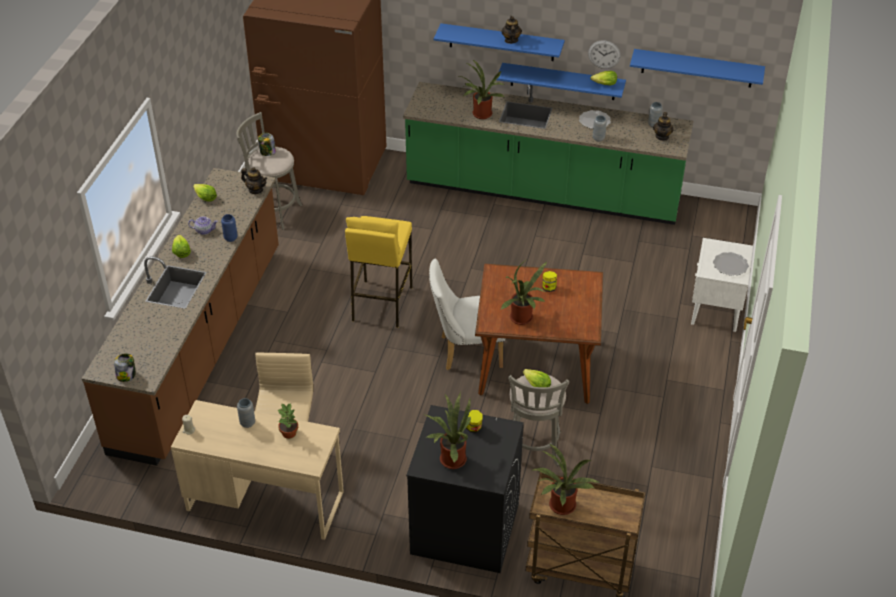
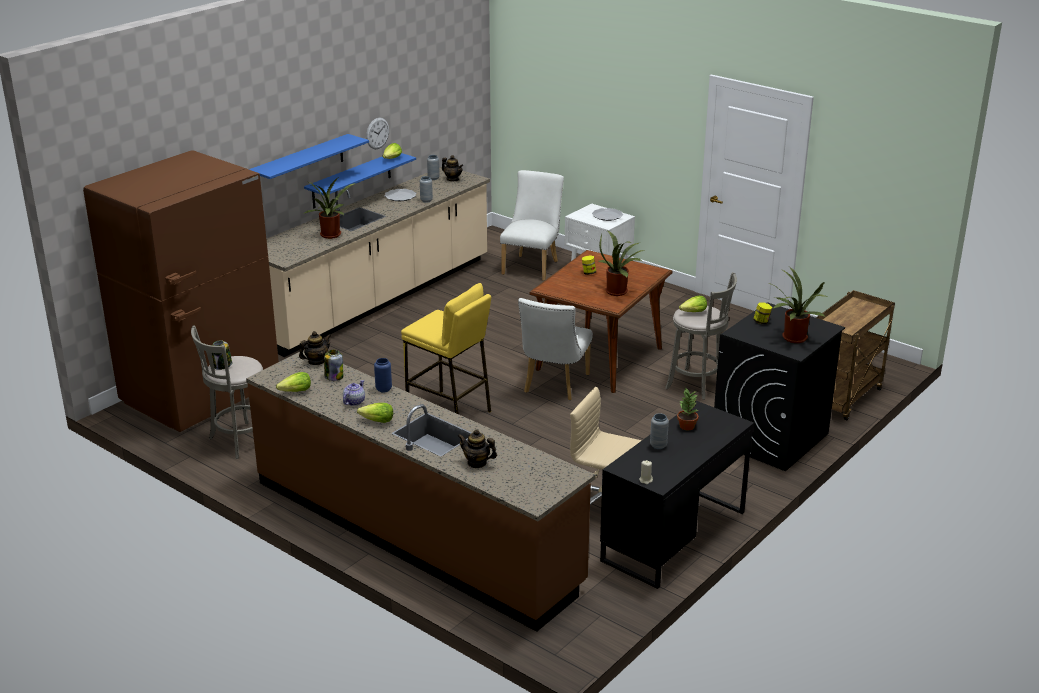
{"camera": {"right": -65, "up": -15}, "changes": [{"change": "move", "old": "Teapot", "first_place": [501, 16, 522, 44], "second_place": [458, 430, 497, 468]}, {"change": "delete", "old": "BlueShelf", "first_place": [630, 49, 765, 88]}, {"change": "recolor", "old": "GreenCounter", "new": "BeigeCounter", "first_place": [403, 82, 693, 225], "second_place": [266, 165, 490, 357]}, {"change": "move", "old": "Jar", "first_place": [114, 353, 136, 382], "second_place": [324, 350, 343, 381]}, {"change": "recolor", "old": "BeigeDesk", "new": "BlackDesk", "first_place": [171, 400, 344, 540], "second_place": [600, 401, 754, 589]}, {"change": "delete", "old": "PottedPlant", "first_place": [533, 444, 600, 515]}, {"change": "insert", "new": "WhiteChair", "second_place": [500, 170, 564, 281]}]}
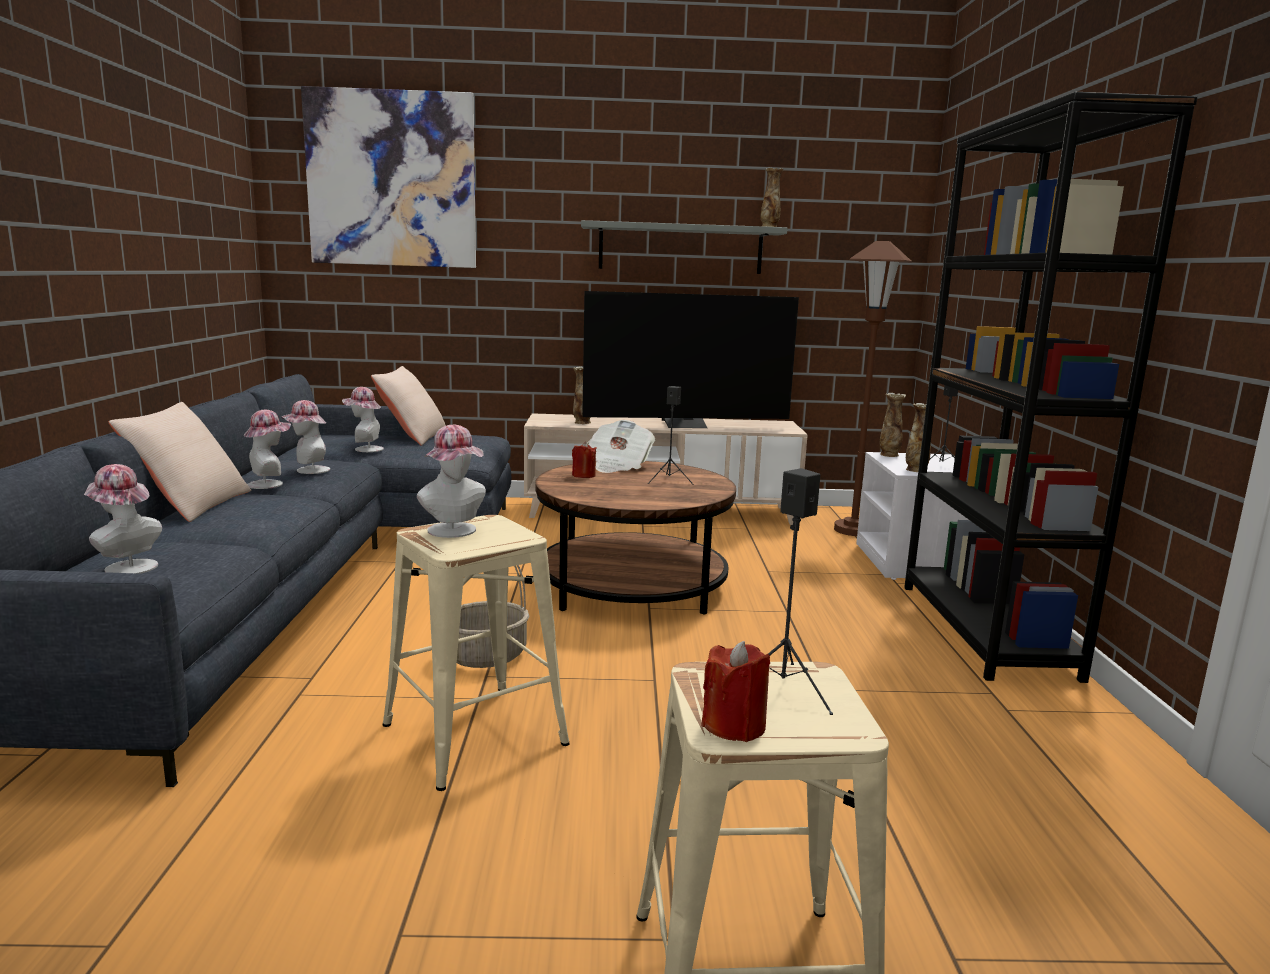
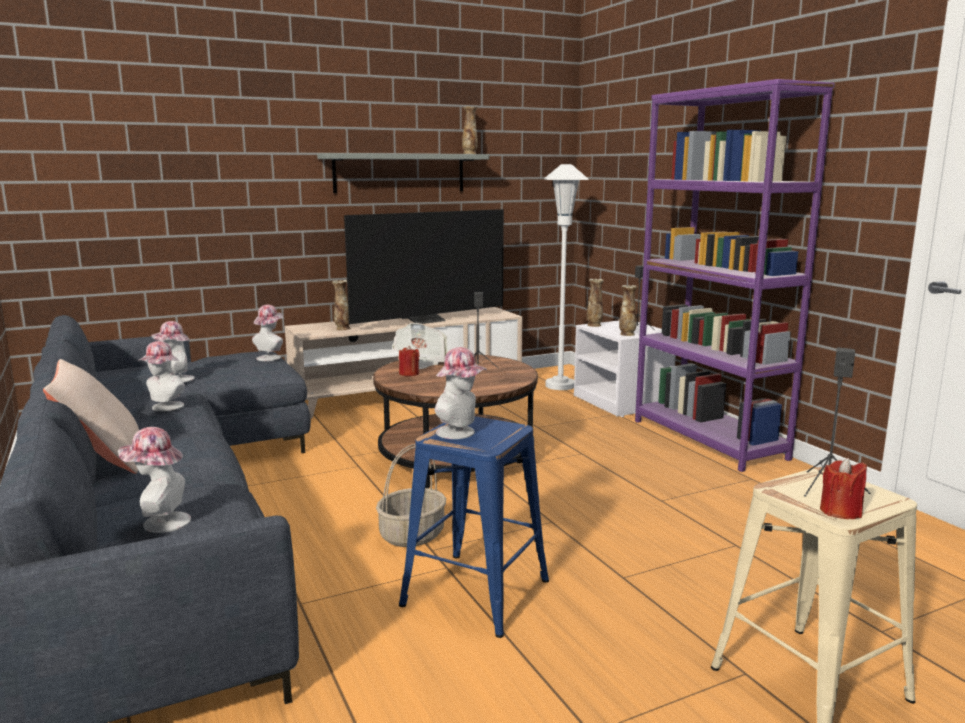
{"camera": {"right": -25, "up": 0}, "changes": [{"change": "delete", "old": "Picture", "first_place": [301, 86, 476, 268]}, {"change": "recolor", "old": "BlackBookcase", "new": "PurpleBookcase", "first_place": [904, 92, 1198, 683], "second_place": [635, 79, 835, 472]}, {"change": "recolor", "old": "BrownFloorLamp", "new": "WhiteFloorLamp", "first_place": [834, 241, 912, 536], "second_place": [544, 164, 589, 390]}, {"change": "delete", "old": "BeigePillow", "first_place": [371, 366, 446, 446]}, {"change": "move", "old": "Hat", "first_place": [244, 410, 291, 489], "second_place": [252, 305, 283, 361]}, {"change": "recolor", "old": "BeigeStool", "new": "BlueStool", "first_place": [383, 515, 570, 791], "second_place": [399, 416, 549, 638]}]}
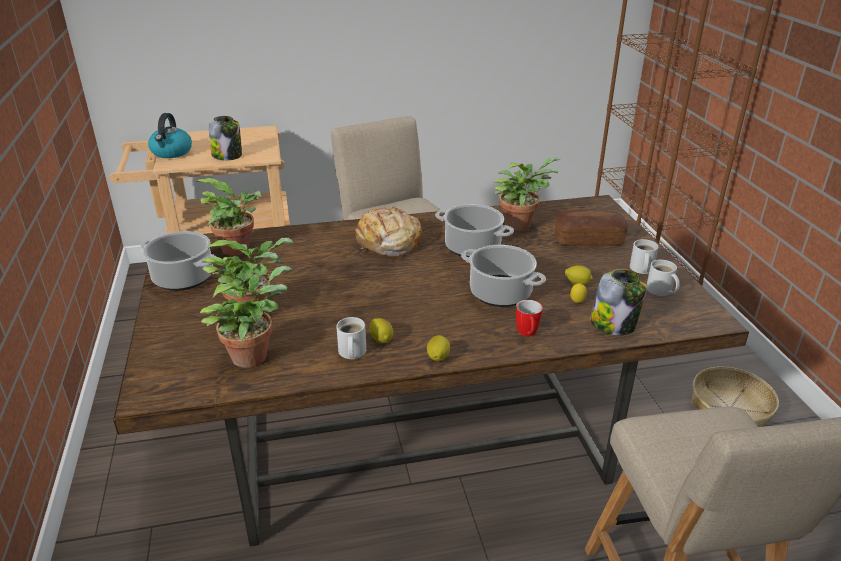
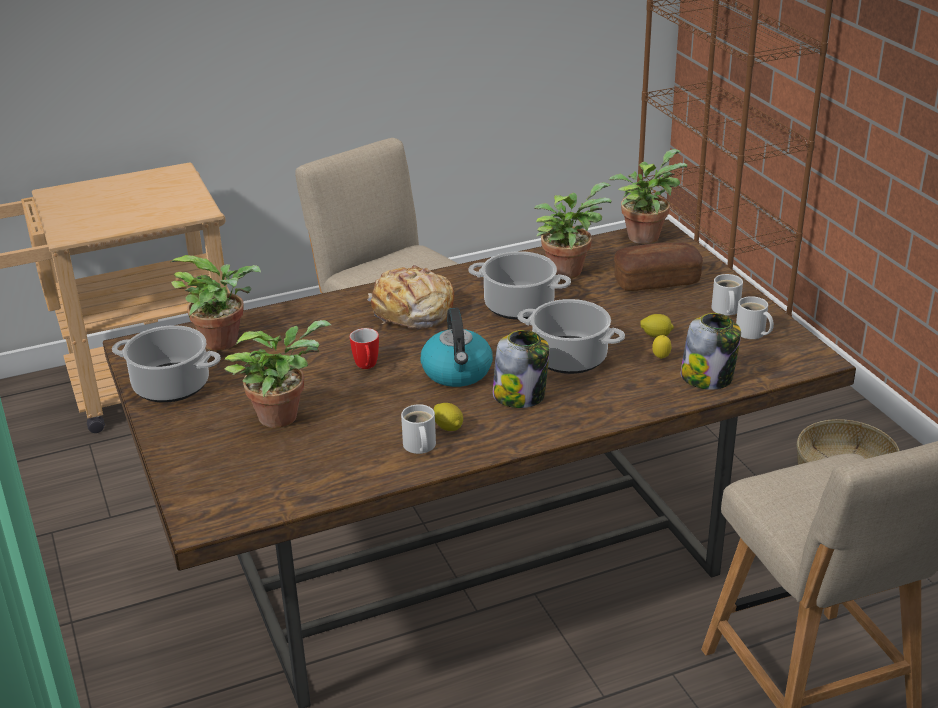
{"camera": {"right": -10, "up": 0}, "changes": [{"change": "move", "old": "Kettle", "first_place": [148, 113, 192, 158], "second_place": [420, 308, 493, 387]}, {"change": "move", "old": "Jar", "first_place": [209, 116, 242, 160], "second_place": [493, 330, 549, 408]}, {"change": "move", "old": "PottedPlant", "first_place": [200, 266, 292, 368], "second_place": [609, 149, 687, 244]}, {"change": "move", "old": "Mug", "first_place": [516, 300, 543, 337], "second_place": [350, 328, 379, 369]}, {"change": "delete", "old": "Lemon", "first_place": [427, 335, 450, 361]}]}
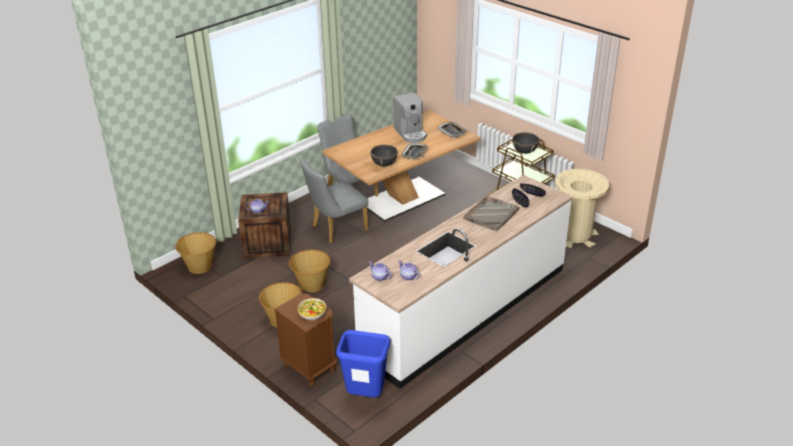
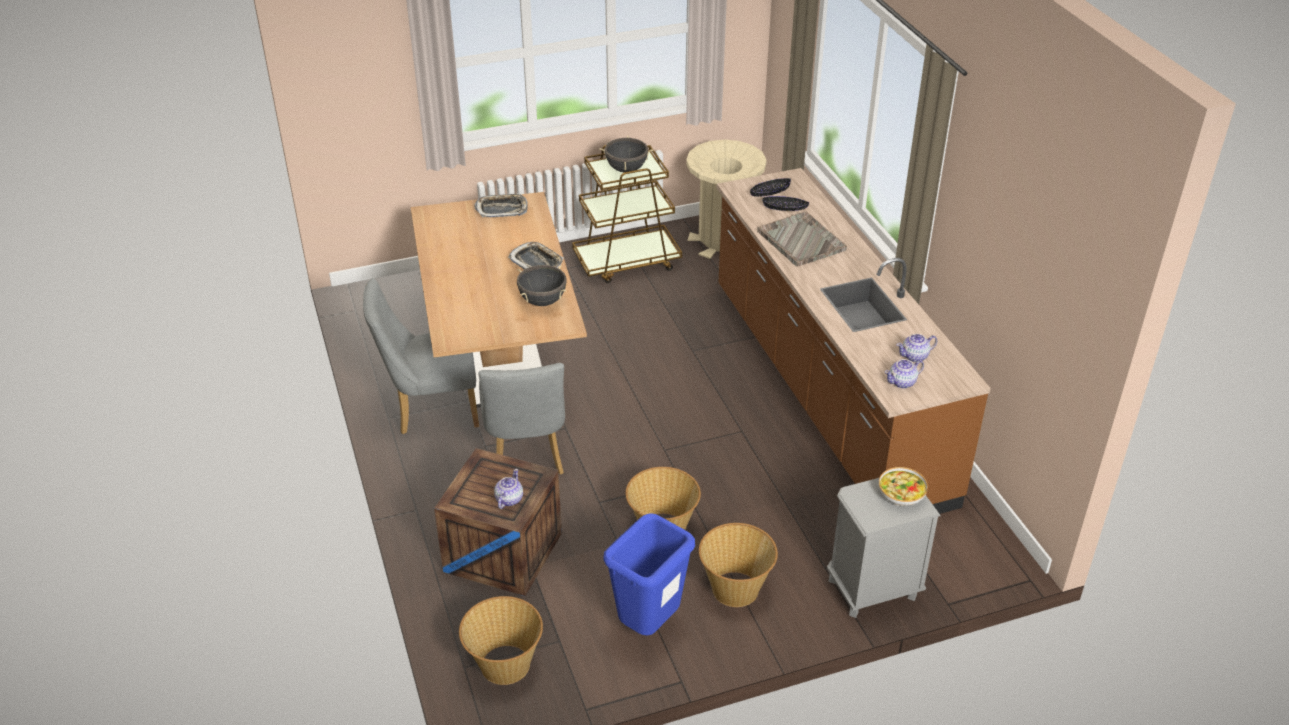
{"camera": {"right": -65, "up": 5}, "changes": [{"change": "delete", "old": "CoffeeMachine", "first_place": [393, 93, 427, 143]}, {"change": "recolor", "old": "WhiteCounter", "new": "BrownCounter", "first_place": [349, 175, 572, 389], "second_place": [716, 168, 991, 514]}, {"change": "recolor", "old": "BrownNightstand", "new": "GreyNightstand", "first_place": [274, 293, 337, 386], "second_place": [827, 478, 941, 618]}, {"change": "move", "old": "BlueTrashCan", "first_place": [336, 330, 390, 397], "second_place": [603, 513, 695, 636]}]}
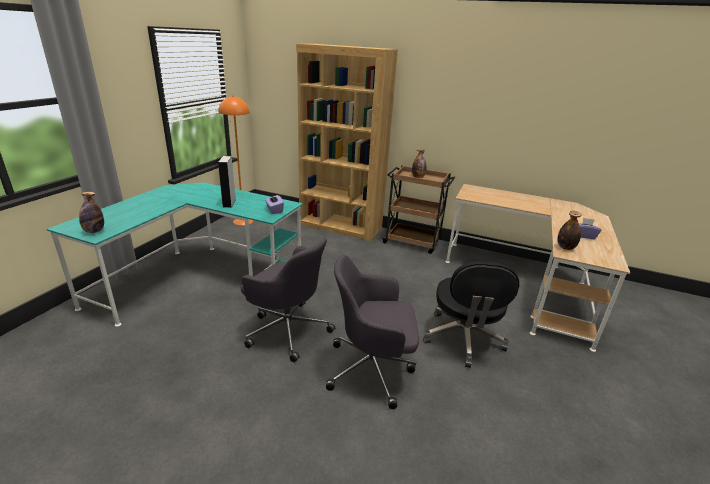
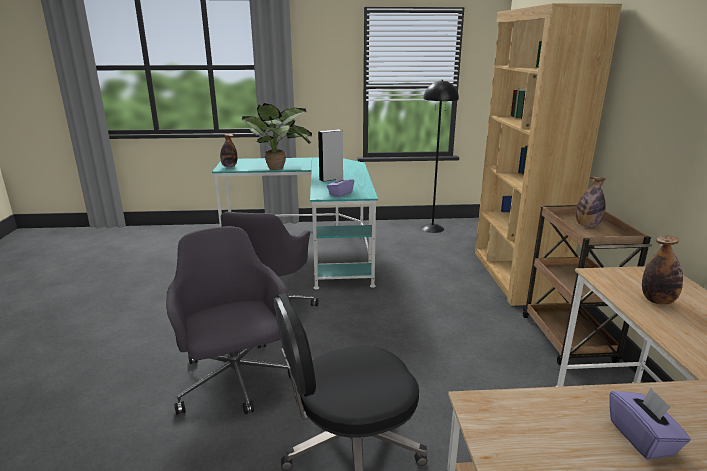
{"camera": {"right": 65, "up": -5}, "changes": [{"change": "recolor", "old": "OrangeFloorLamp", "new": "BlackFloorLamp", "first_place": [219, 96, 253, 225], "second_place": [421, 80, 459, 233]}, {"change": "move", "old": "Bottle", "first_place": [557, 211, 582, 250], "second_place": [642, 236, 683, 305]}, {"change": "insert", "new": "PottedPlant", "second_place": [241, 103, 312, 170]}]}
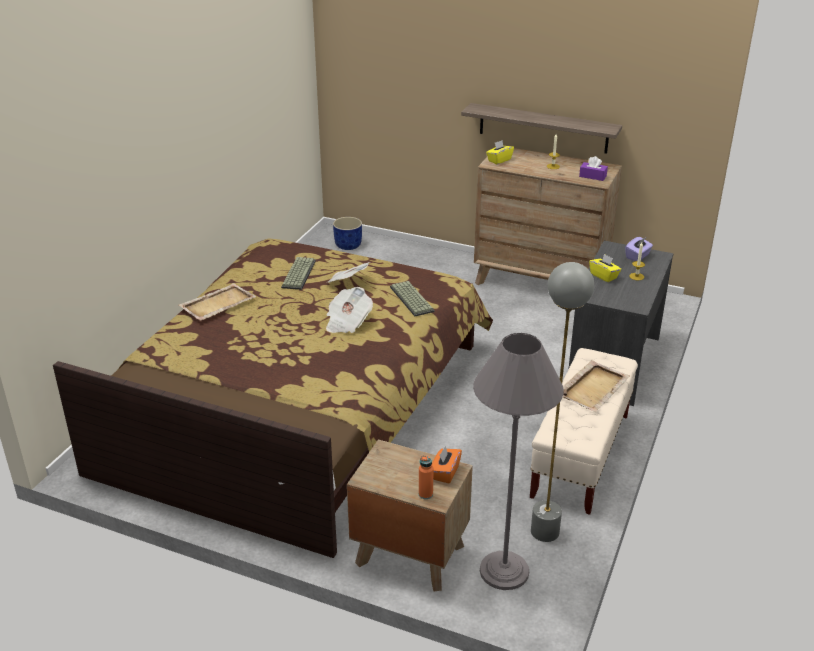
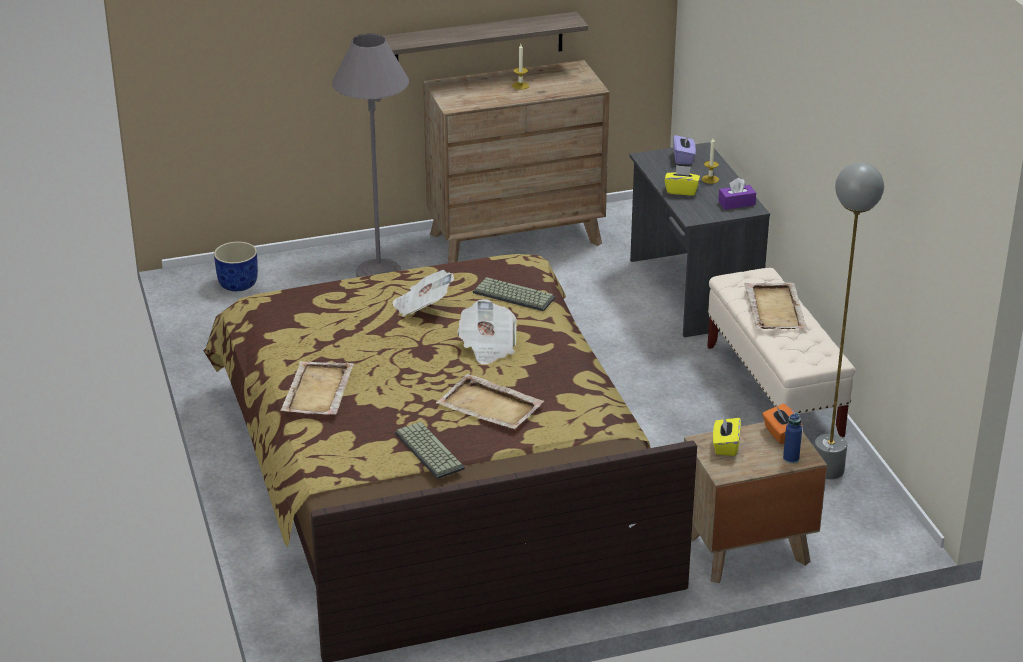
{"camera": {"right": -40, "up": 0}, "changes": [{"change": "move", "old": "YellowTissueBox", "first_place": [486, 140, 514, 164], "second_place": [713, 415, 741, 456]}, {"change": "move", "old": "PurpleTissueBox", "first_place": [579, 156, 608, 181], "second_place": [718, 178, 756, 210]}, {"change": "move", "old": "Keyboard", "first_place": [281, 257, 316, 290], "second_place": [395, 421, 465, 479]}, {"change": "move", "old": "GreyFloorLamp", "first_place": [473, 333, 564, 590], "second_place": [332, 34, 409, 277]}, {"change": "recolor", "old": "OrangeBottle", "new": "BlueBottle", "first_place": [419, 456, 434, 499], "second_place": [783, 413, 802, 464]}, {"change": "insert", "new": "BeigeTray", "second_place": [436, 374, 544, 429]}]}
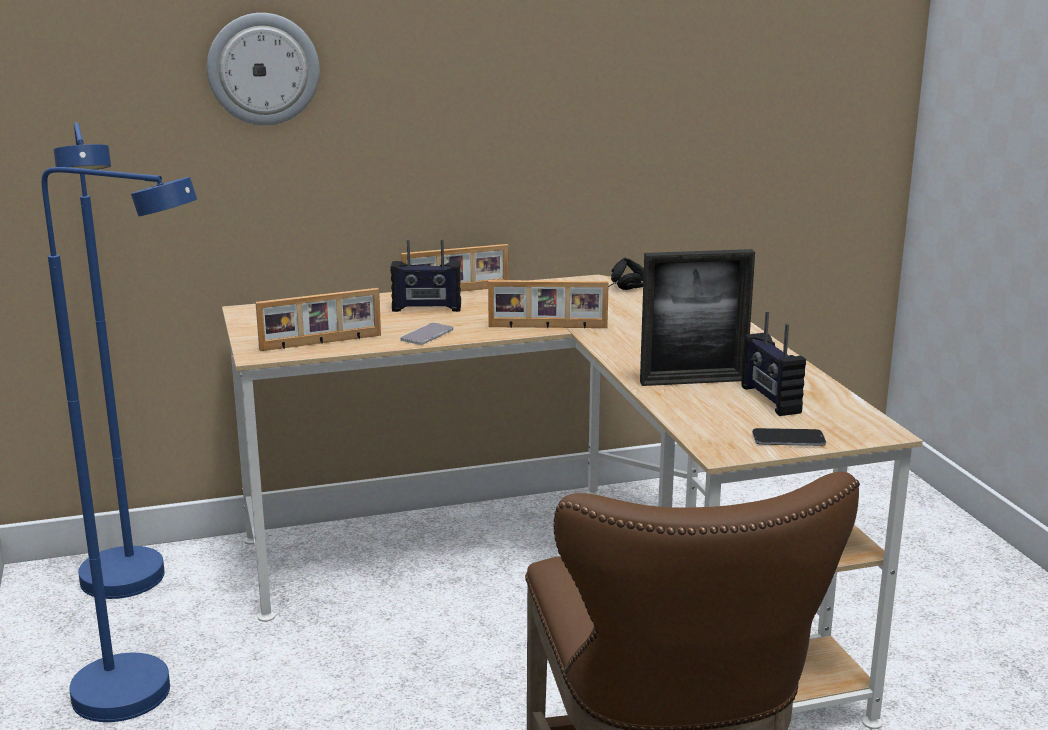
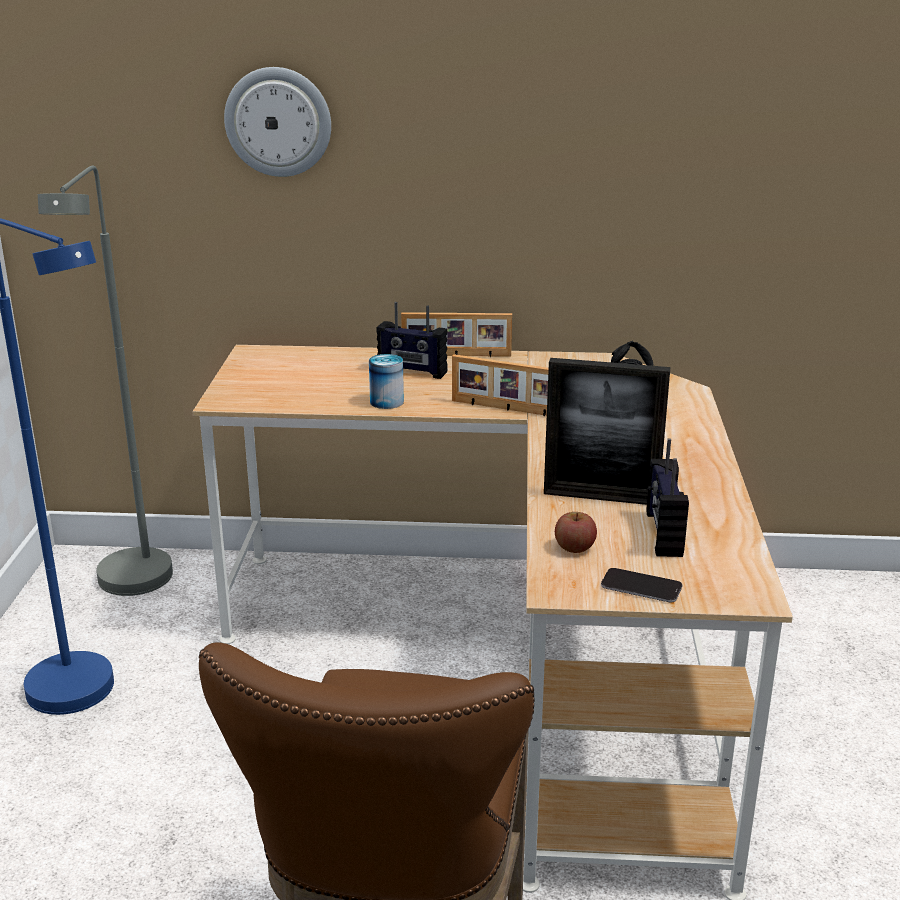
{"camera": {"right": 20, "up": 5}, "changes": [{"change": "recolor", "old": "BlueFloorLamp", "new": "GreyFloorLamp", "first_place": [54, 122, 165, 599], "second_place": [38, 166, 173, 596]}, {"change": "delete", "old": "PictureFrame", "first_place": [255, 288, 381, 351]}, {"change": "replace", "old": "Phone", "new": "Can", "first_place": [400, 323, 453, 345], "second_place": [369, 354, 404, 409]}, {"change": "insert", "new": "Apple", "second_place": [555, 512, 597, 553]}]}
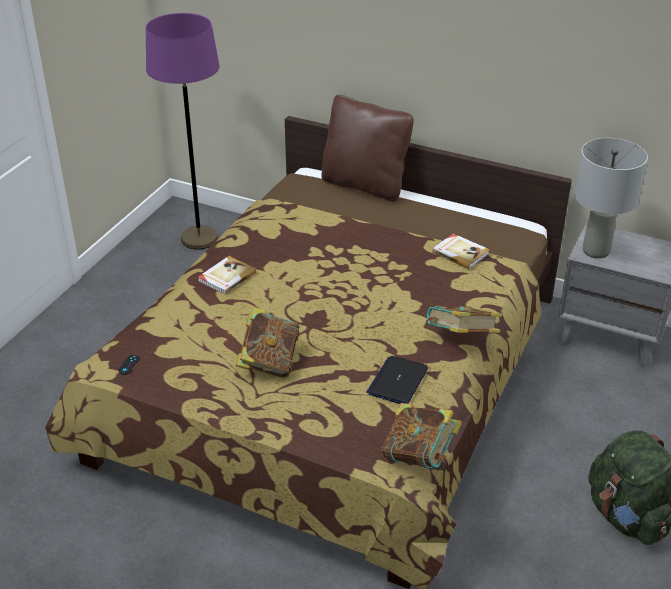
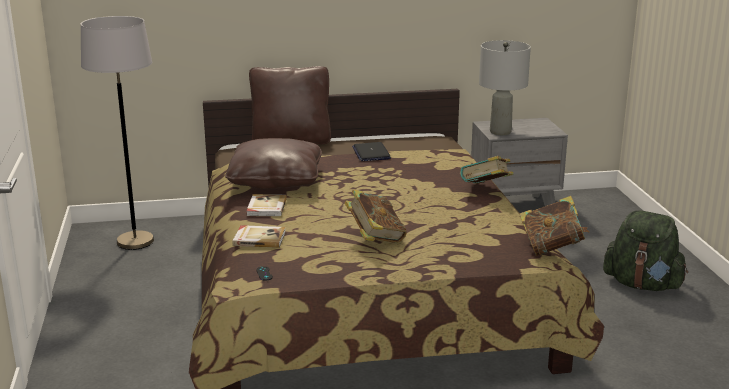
{"camera": {"right": -35, "up": -15}, "changes": [{"change": "recolor", "old": "PurpleFloorLamp", "new": "GreyFloorLamp", "first_place": [146, 13, 219, 249], "second_place": [81, 16, 154, 250]}, {"change": "move", "old": "Book", "first_place": [432, 234, 490, 269], "second_place": [233, 225, 286, 248]}, {"change": "move", "old": "Laptop", "first_place": [366, 356, 428, 404], "second_place": [352, 142, 391, 161]}, {"change": "insert", "new": "BrownPillow", "second_place": [225, 138, 322, 189]}]}
